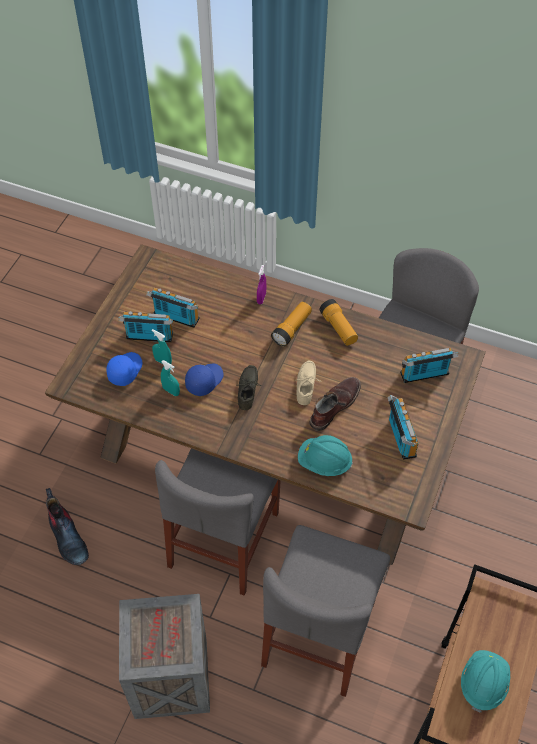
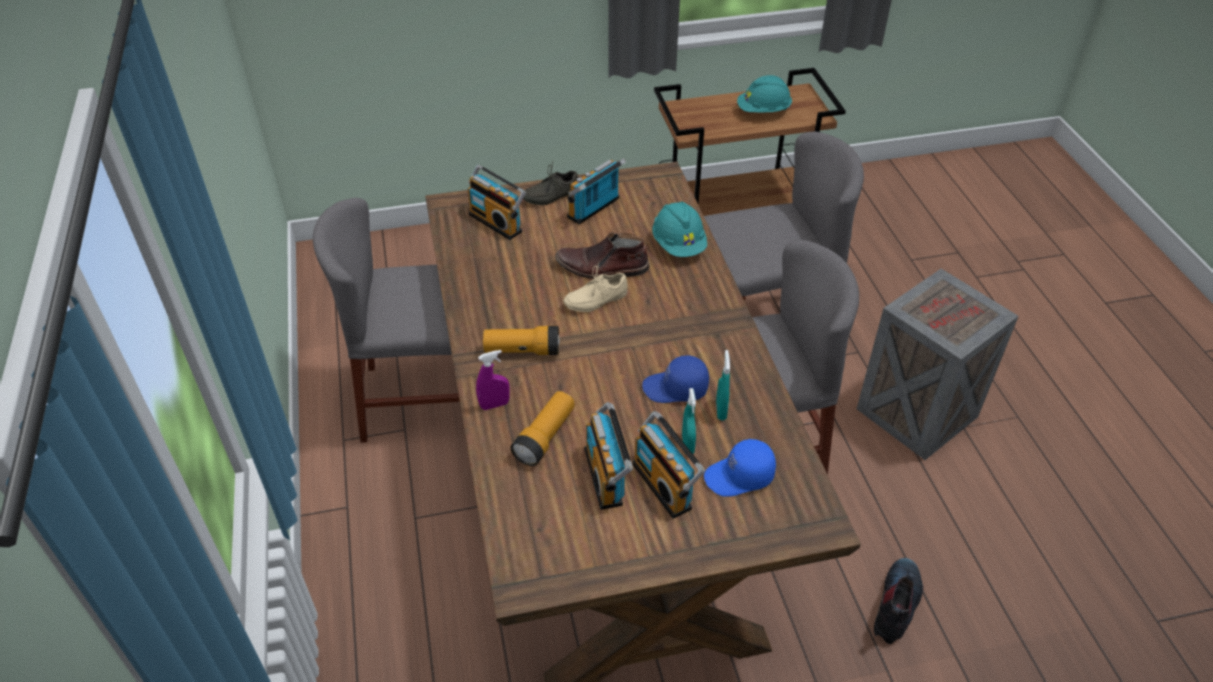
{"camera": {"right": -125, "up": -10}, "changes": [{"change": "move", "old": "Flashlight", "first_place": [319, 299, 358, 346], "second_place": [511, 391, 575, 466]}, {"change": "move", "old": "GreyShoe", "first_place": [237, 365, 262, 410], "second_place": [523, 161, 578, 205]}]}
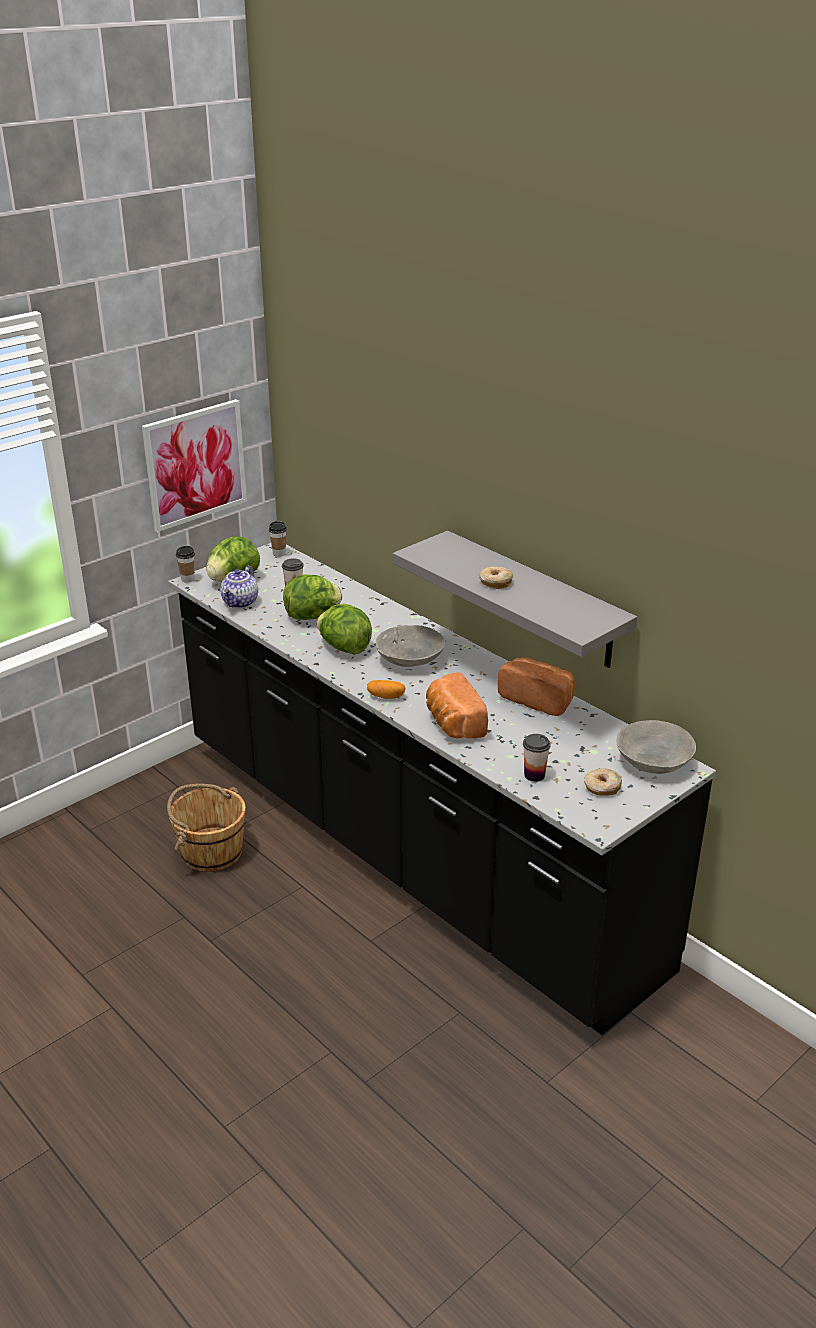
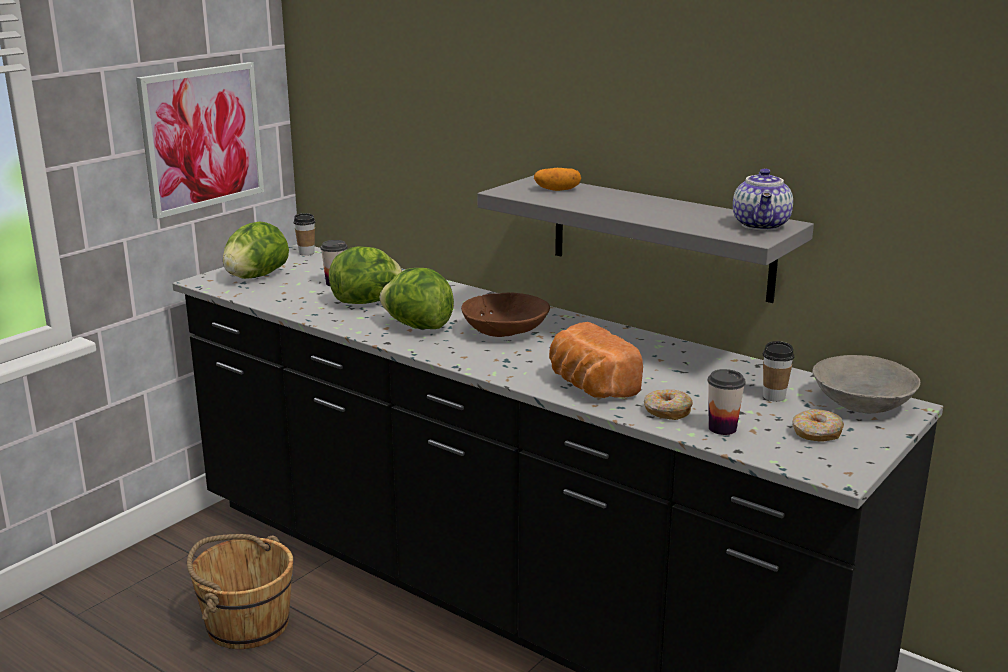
{"camera": {"right": -10, "up": -10}, "changes": [{"change": "move", "old": "Cup", "first_place": [176, 546, 195, 583], "second_place": [763, 341, 794, 402]}, {"change": "move", "old": "Teapot", "first_place": [220, 565, 258, 609], "second_place": [733, 168, 793, 231]}, {"change": "move", "old": "Donut", "first_place": [479, 567, 513, 589], "second_place": [644, 390, 693, 420]}, {"change": "recolor", "old": "GreyBowl", "new": "BrownBowl", "first_place": [376, 625, 445, 667], "second_place": [461, 293, 550, 337]}, {"change": "delete", "old": "Bread", "first_place": [498, 658, 575, 716]}, {"change": "move", "old": "Potato", "first_place": [367, 680, 406, 699], "second_place": [534, 168, 581, 191]}]}
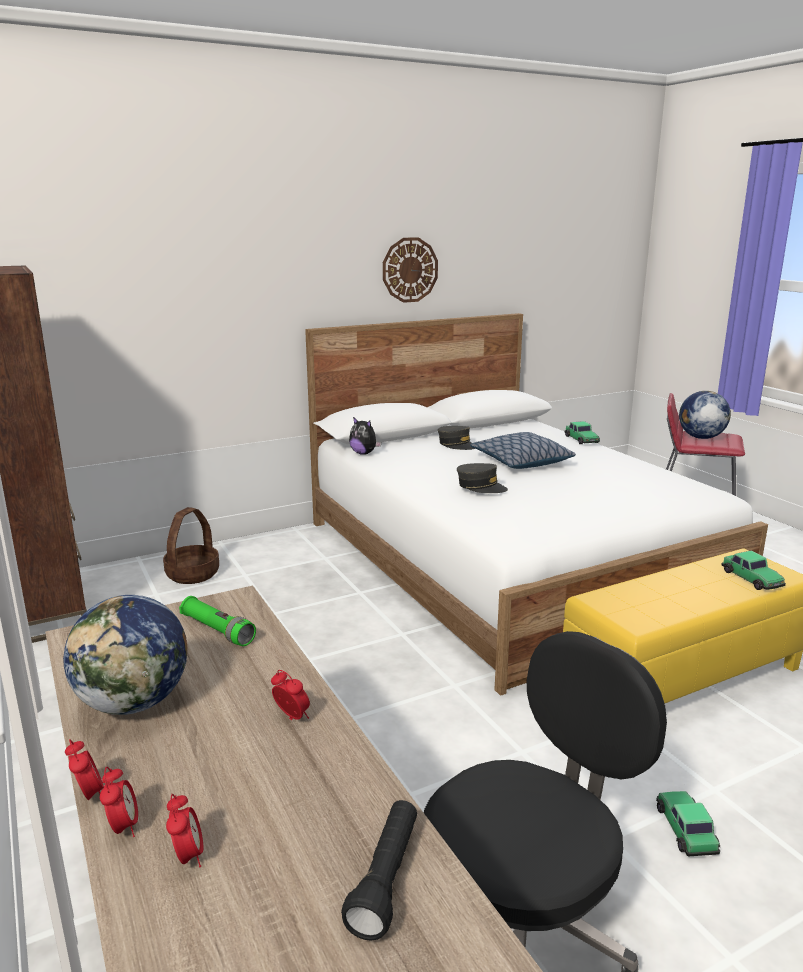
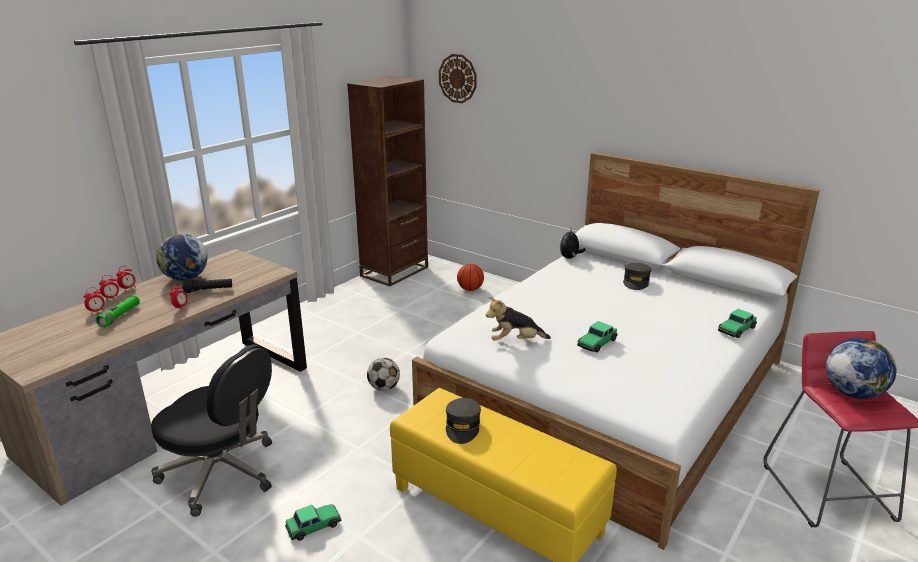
{"camera": {"right": 65, "up": 5}, "changes": [{"change": "move", "old": "WallClock", "first_place": [383, 237, 438, 303], "second_place": [439, 54, 477, 103]}, {"change": "delete", "old": "Pillow", "first_place": [470, 432, 576, 469]}, {"change": "move", "old": "GreyCap", "first_place": [457, 463, 508, 493], "second_place": [446, 398, 481, 444]}, {"change": "replace", "old": "Basket", "new": "Basketball", "first_place": [163, 507, 219, 584], "second_place": [457, 264, 484, 291]}, {"change": "move", "old": "ToyCar", "first_place": [721, 550, 786, 590], "second_place": [577, 321, 618, 352]}, {"change": "move", "old": "GreenFlashlight", "first_place": [179, 596, 256, 646], "second_place": [96, 295, 140, 328]}, {"change": "move", "old": "BlackFlashlight", "first_place": [341, 800, 417, 941], "second_place": [183, 278, 232, 293]}, {"change": "insert", "new": "PlushToy", "second_place": [486, 297, 551, 341]}, {"change": "insert", "new": "Football", "second_place": [367, 358, 400, 391]}]}
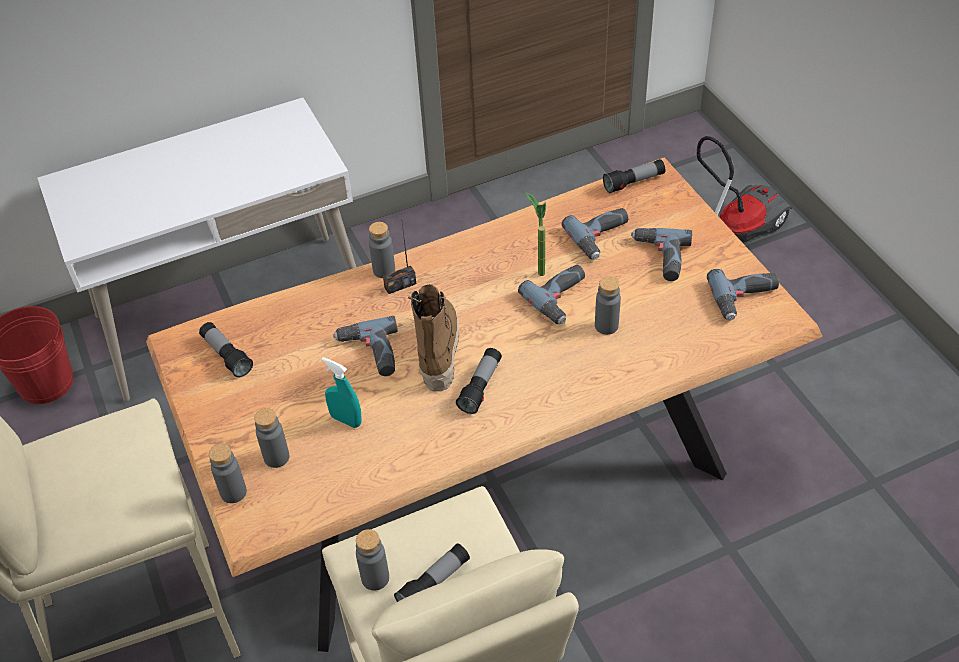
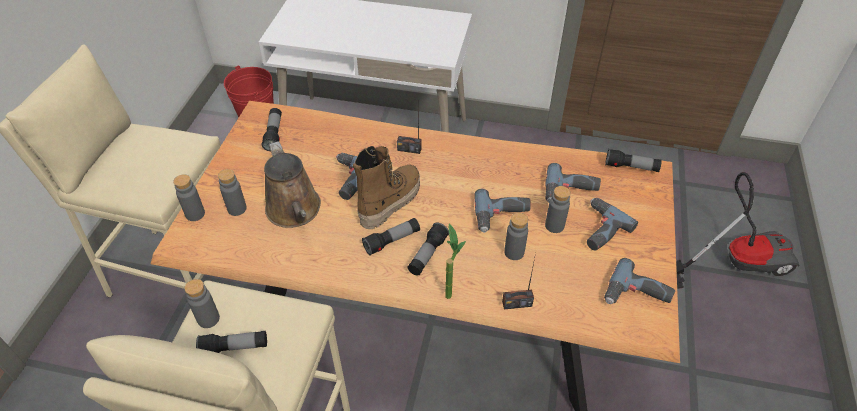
{"camera": {"right": 35, "up": 0}, "changes": [{"change": "move", "old": "PottedPlant", "first_place": [525, 192, 546, 276], "second_place": [445, 224, 466, 299]}, {"change": "move", "old": "GreyBottle", "first_place": [369, 222, 395, 278], "second_place": [545, 186, 571, 233]}, {"change": "replace", "old": "TurquoiseSprayBottle", "new": "BrownWateringCan", "first_place": [321, 357, 362, 428], "second_place": [264, 141, 321, 228]}, {"change": "insert", "new": "Flashlight", "second_place": [408, 223, 449, 275]}, {"change": "insert", "new": "Radio", "second_place": [502, 253, 536, 310]}]}
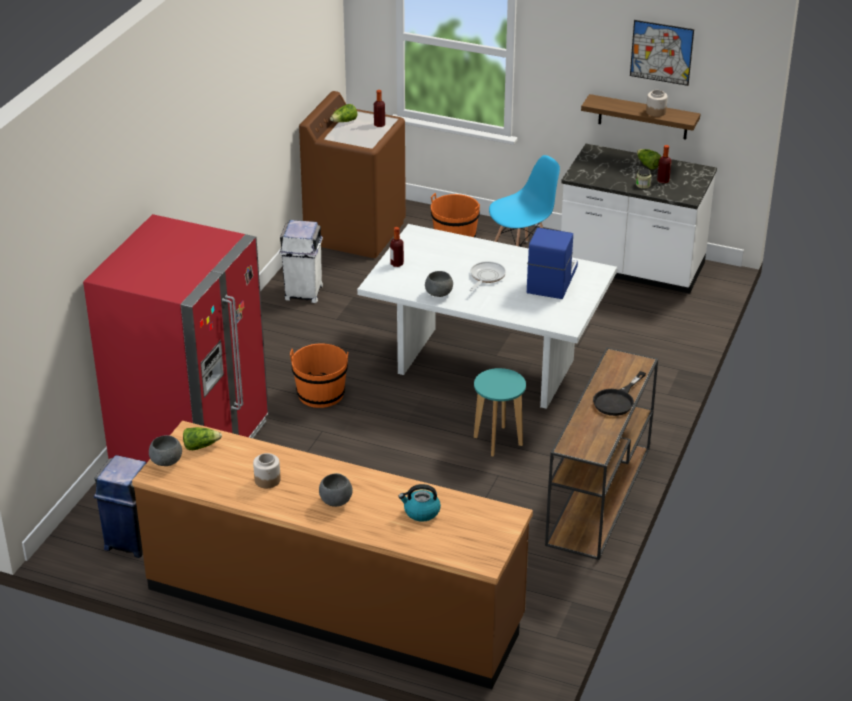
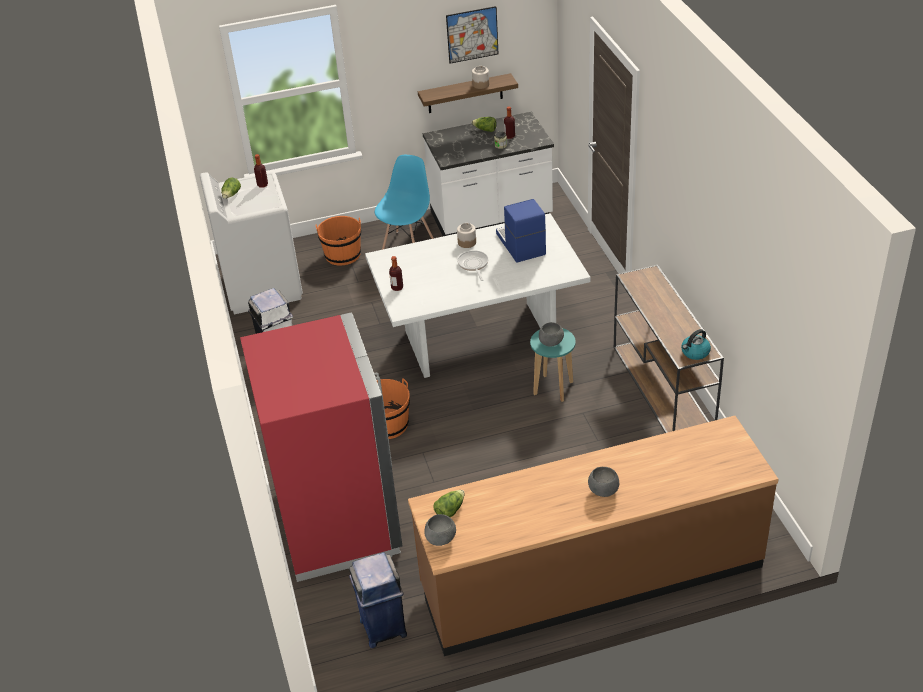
{"camera": {"right": -35, "up": 5}, "changes": [{"change": "recolor", "old": "BrownWashingMachine", "new": "WhiteWashingMachine", "first_place": [299, 91, 406, 258], "second_place": [200, 172, 303, 314]}, {"change": "move", "old": "GreyBowl", "first_place": [425, 271, 453, 297], "second_place": [539, 322, 564, 347]}, {"change": "delete", "old": "BlackFryingPan", "first_place": [593, 371, 646, 416]}, {"change": "move", "old": "Jar", "first_place": [253, 453, 281, 488], "second_place": [457, 223, 476, 248]}, {"change": "move", "old": "Kettle", "first_place": [398, 484, 441, 522], "second_place": [681, 329, 711, 360]}]}
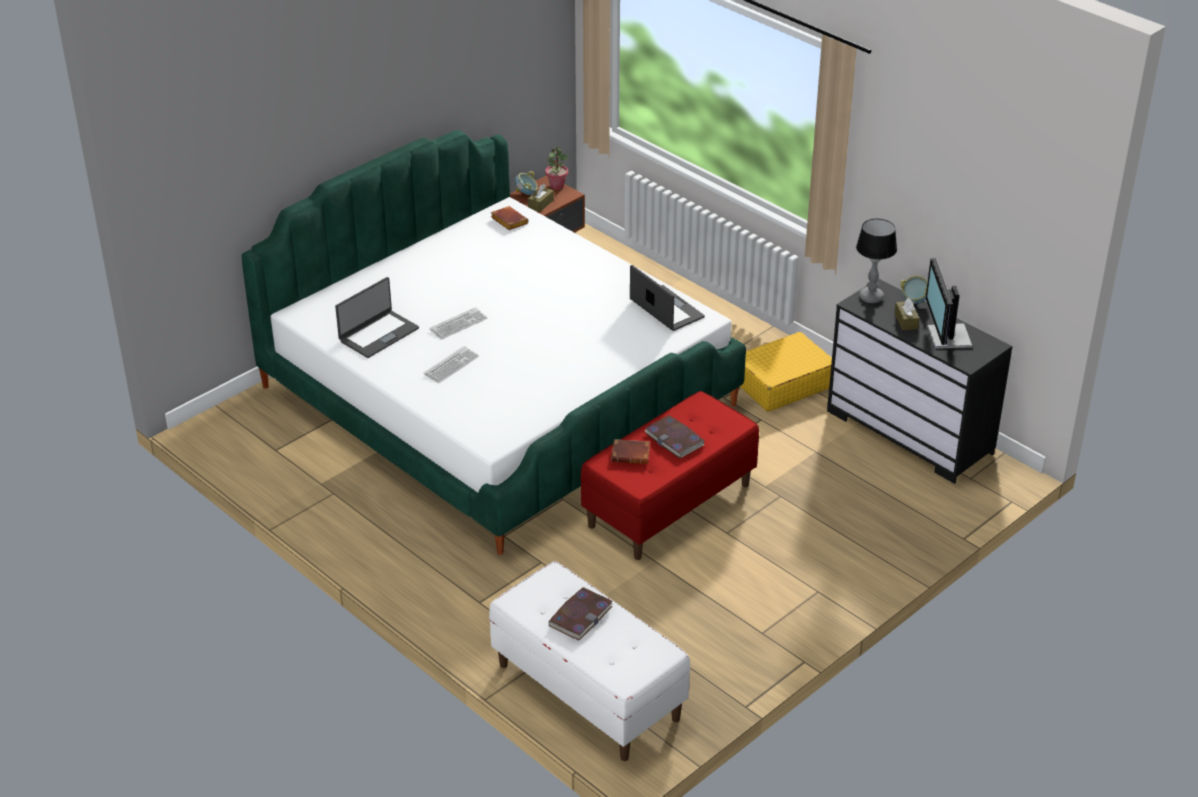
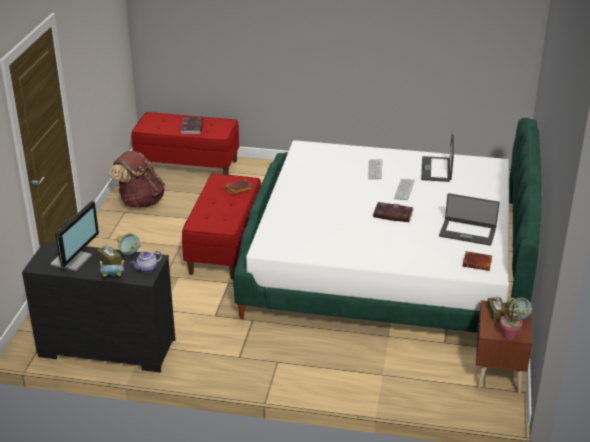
{"camera": {"right": 145, "up": -5}, "changes": [{"change": "replace", "old": "TableLamp", "new": "Teapot", "first_place": [856, 218, 897, 303], "second_place": [130, 251, 162, 273]}, {"change": "rotate", "old": "Monitor", "first_place": [926, 258, 972, 349], "second_place": [50, 201, 99, 271], "degrees": 60}, {"change": "move", "old": "Laptop", "first_place": [630, 265, 705, 331], "second_place": [439, 193, 500, 246]}, {"change": "delete", "old": "YellowSuitcase", "first_place": [740, 332, 832, 412]}, {"change": "move", "old": "Book", "first_place": [644, 415, 704, 458], "second_place": [373, 202, 413, 222]}, {"change": "recolor", "old": "WhiteBench", "new": "RedBench", "first_place": [489, 561, 690, 761], "second_place": [131, 112, 239, 175]}, {"change": "insert", "new": "BrownBackpack", "second_place": [109, 151, 165, 208]}, {"change": "insert", "new": "Bowl", "second_place": [116, 233, 141, 255]}]}
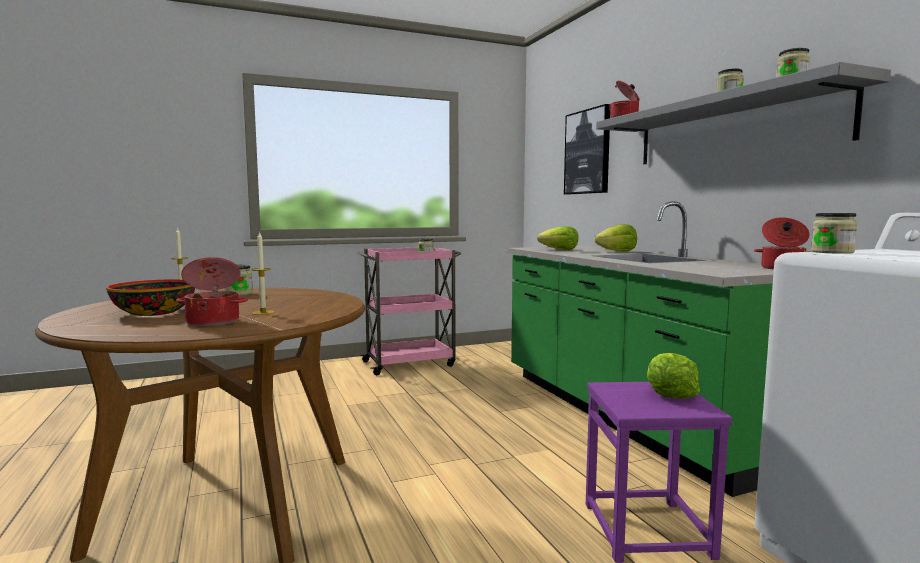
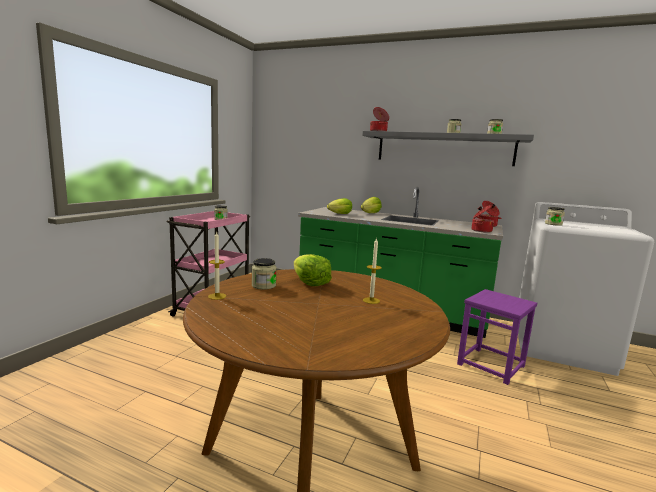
{"camera": {"right": -45, "up": 5}, "changes": [{"change": "delete", "old": "Picture", "first_place": [564, 104, 610, 195]}, {"change": "move", "old": "CookingPot", "first_place": [176, 257, 248, 326], "second_place": [472, 205, 494, 233]}, {"change": "delete", "old": "Bowl", "first_place": [106, 279, 195, 316]}, {"change": "move", "old": "Lettuce", "first_place": [647, 353, 700, 399], "second_place": [294, 254, 332, 286]}]}
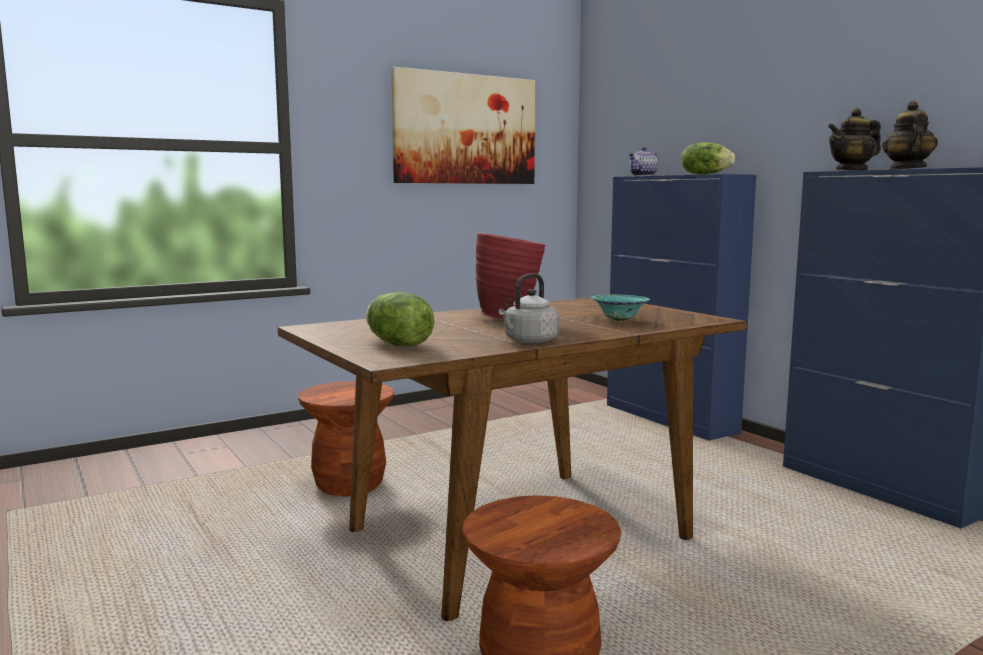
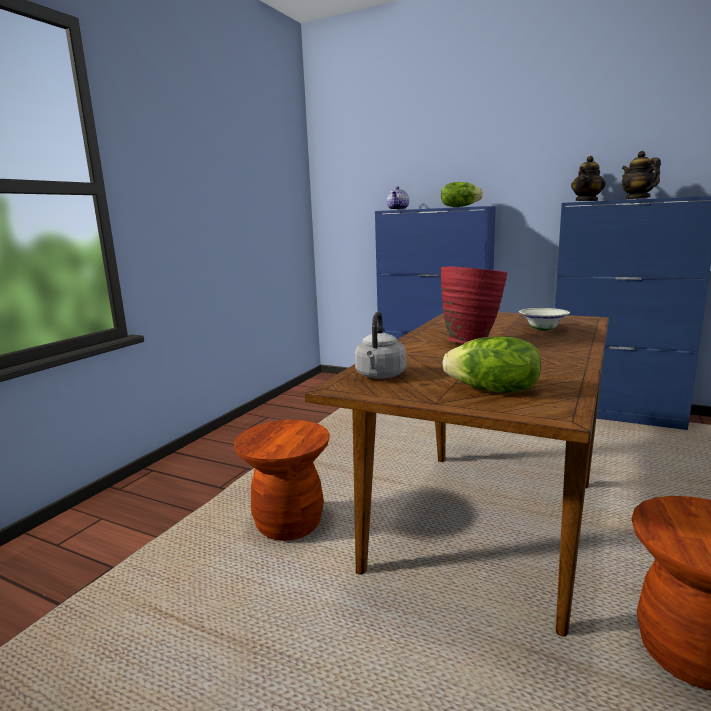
{"camera": {"right": -30, "up": 5}, "changes": [{"change": "delete", "old": "Picture", "first_place": [391, 67, 535, 184]}, {"change": "move", "old": "GreyKettle", "first_place": [499, 273, 559, 344], "second_place": [355, 311, 406, 379]}, {"change": "recolor", "old": "TurquoiseBowl", "new": "WhiteBowl", "first_place": [591, 295, 650, 321], "second_place": [519, 308, 570, 331]}]}
